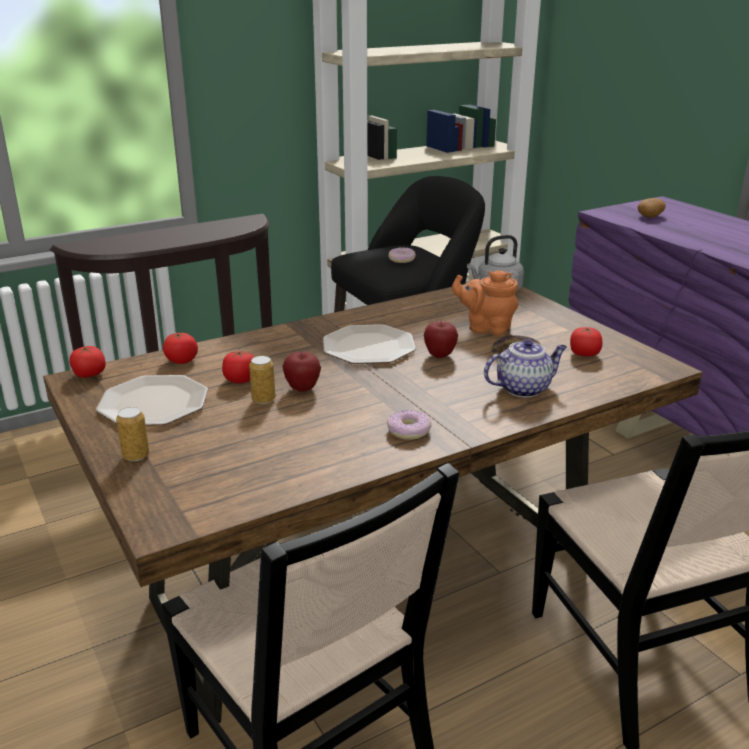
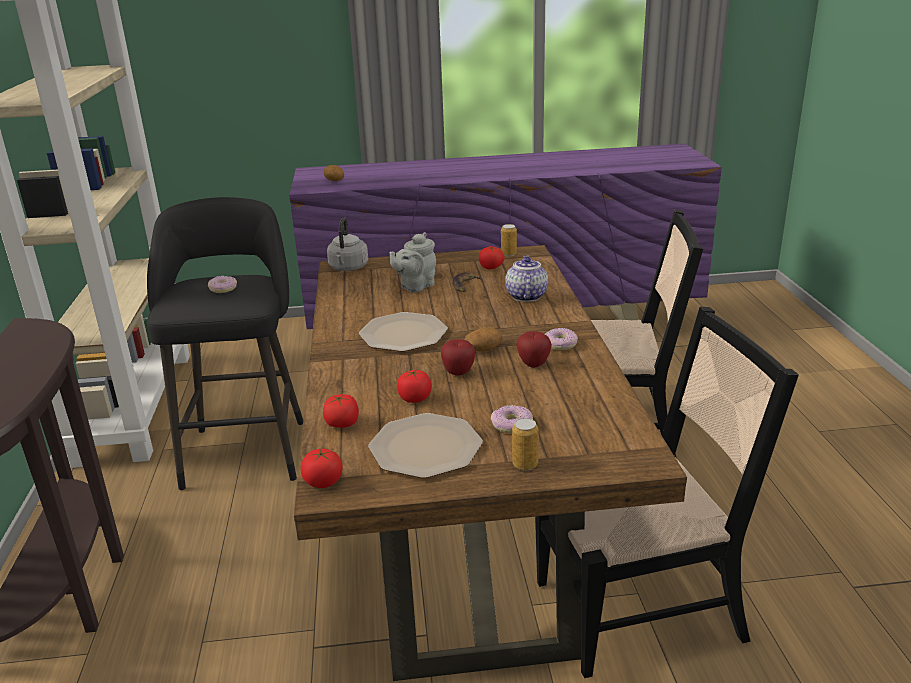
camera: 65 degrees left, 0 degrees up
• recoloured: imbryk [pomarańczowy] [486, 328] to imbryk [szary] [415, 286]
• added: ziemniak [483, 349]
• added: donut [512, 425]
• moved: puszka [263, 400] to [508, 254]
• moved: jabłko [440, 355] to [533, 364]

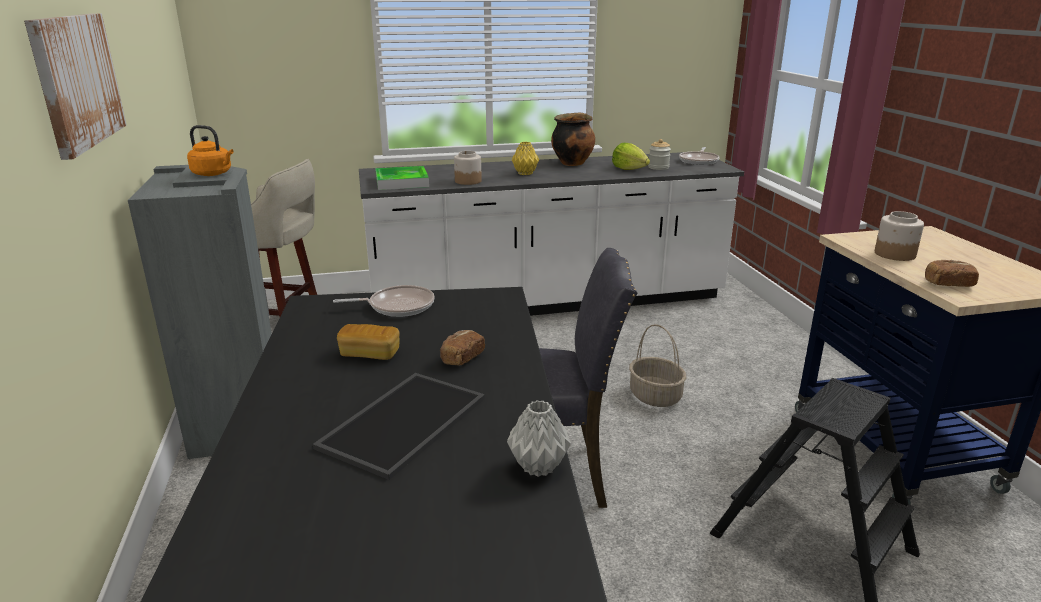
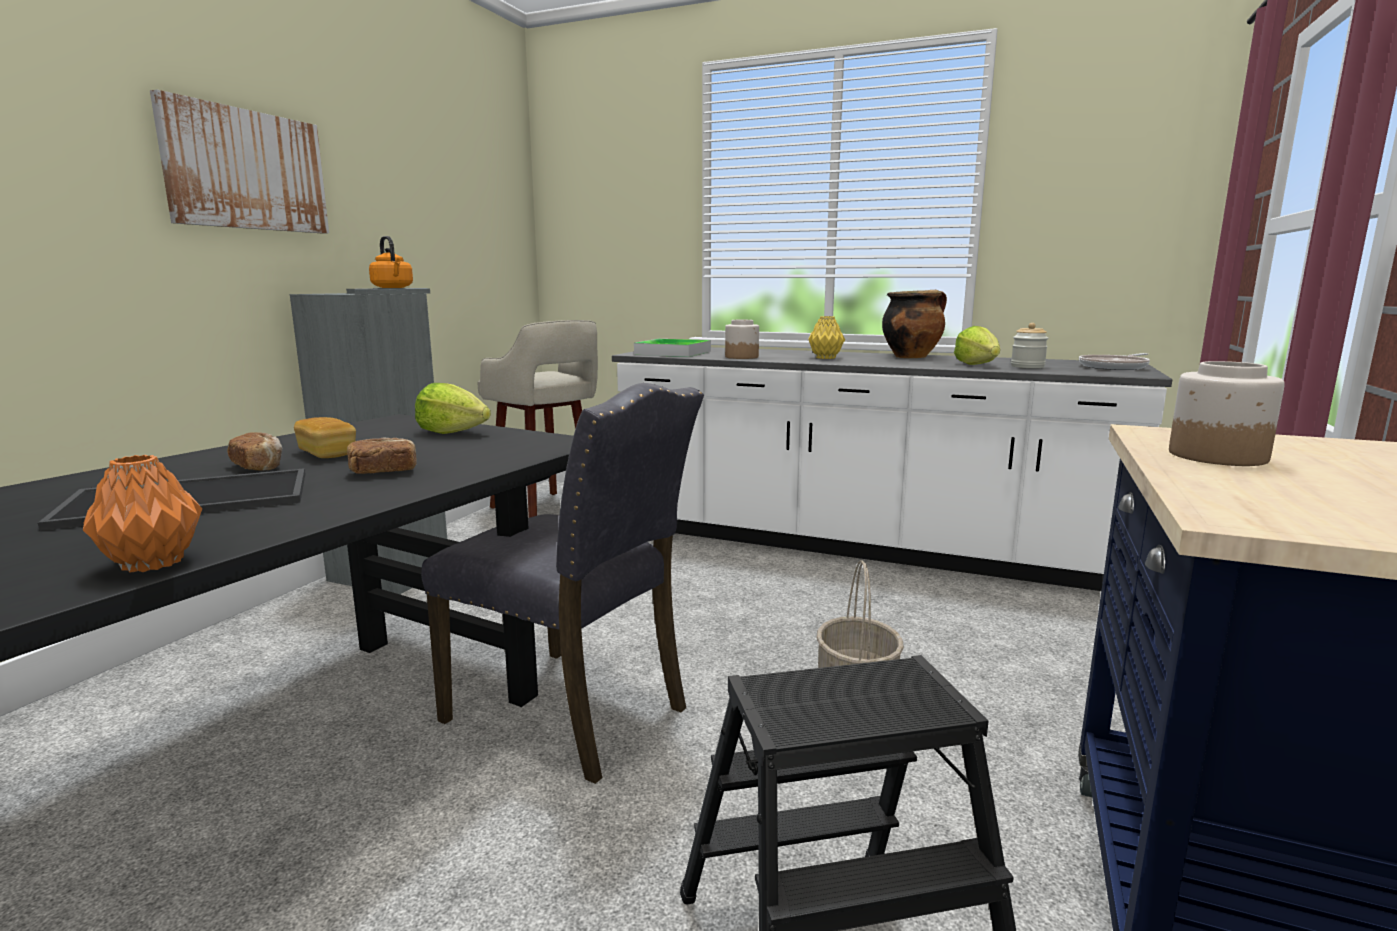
camera: 35 degrees right, 10 degrees down
• recoloured: wazon [szary] [539, 466] to wazon [pomarańczowy] [154, 564]
• moved: chleb [948, 284] to [259, 467]
• replaced: patelnia [397, 306] to sałata [452, 432]

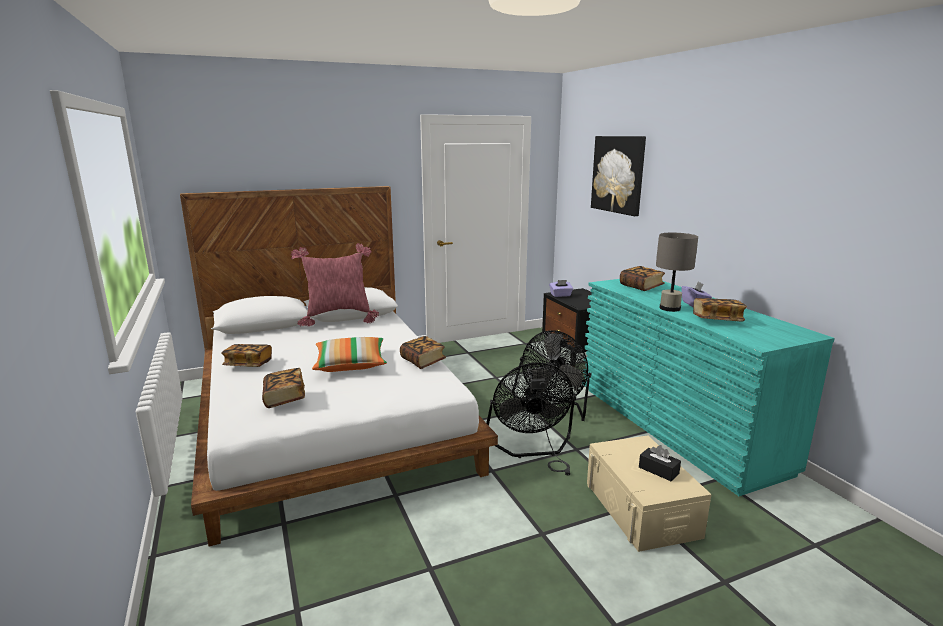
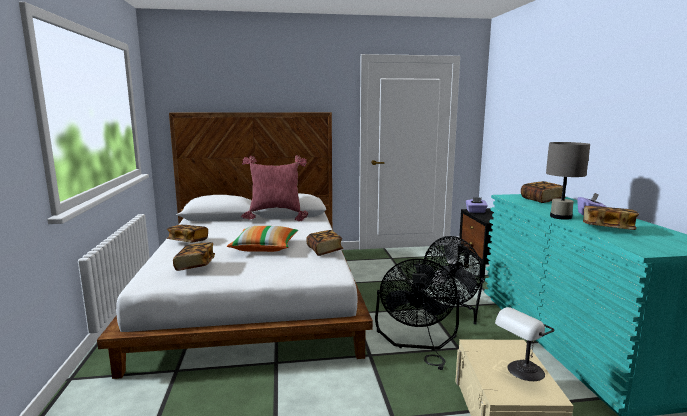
camera: 15 degrees right, 5 degrees down
• replaced: pudełko chusteczek [czarny] [658, 470] to lampa stołowa [521, 373]
• removed: obraz [618, 174]

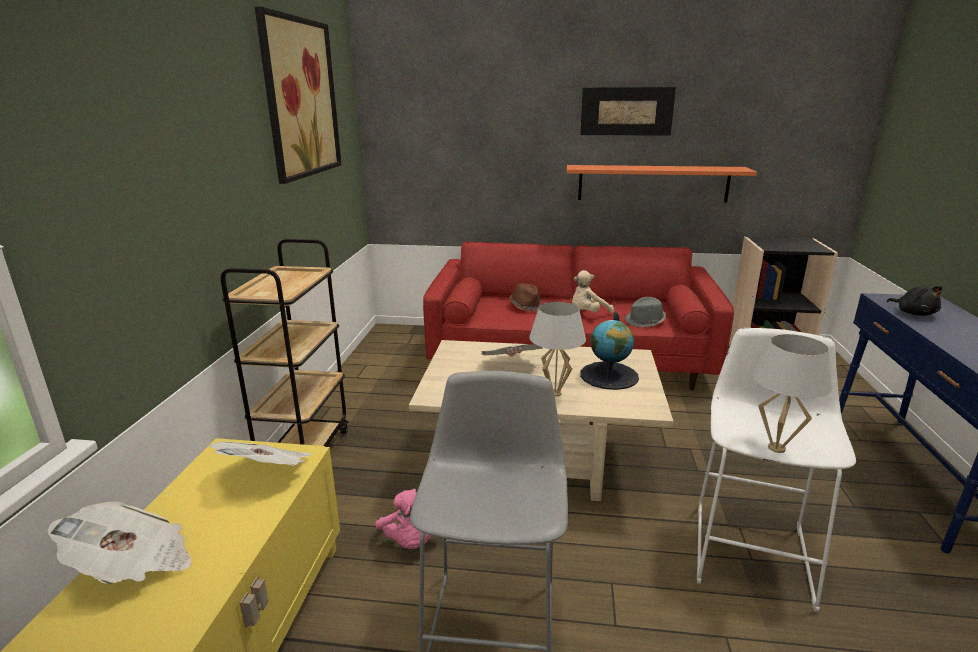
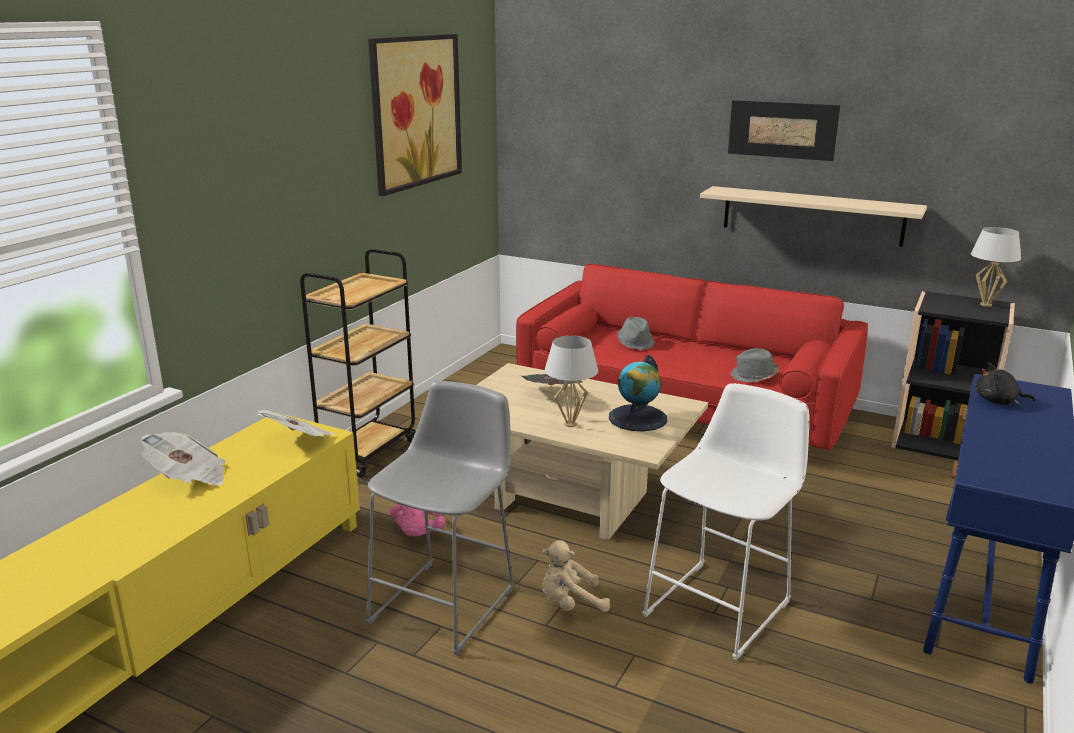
camera: 20 degrees right, 0 degrees up
• moved: pluszak [beżowy] [588, 314] to [570, 603]
• recoloured: kapelusz [brązowy] [526, 306] to kapelusz [szary] [635, 342]
• recoloured: półka [pomarańczowy] [653, 183] to półka [beżowy] [812, 215]
• moved: lampa stołowa [biały] [776, 448] to [985, 304]
• turned: pluszak [czarny] [914, 313] = [998, 401] 105 degrees clockwise

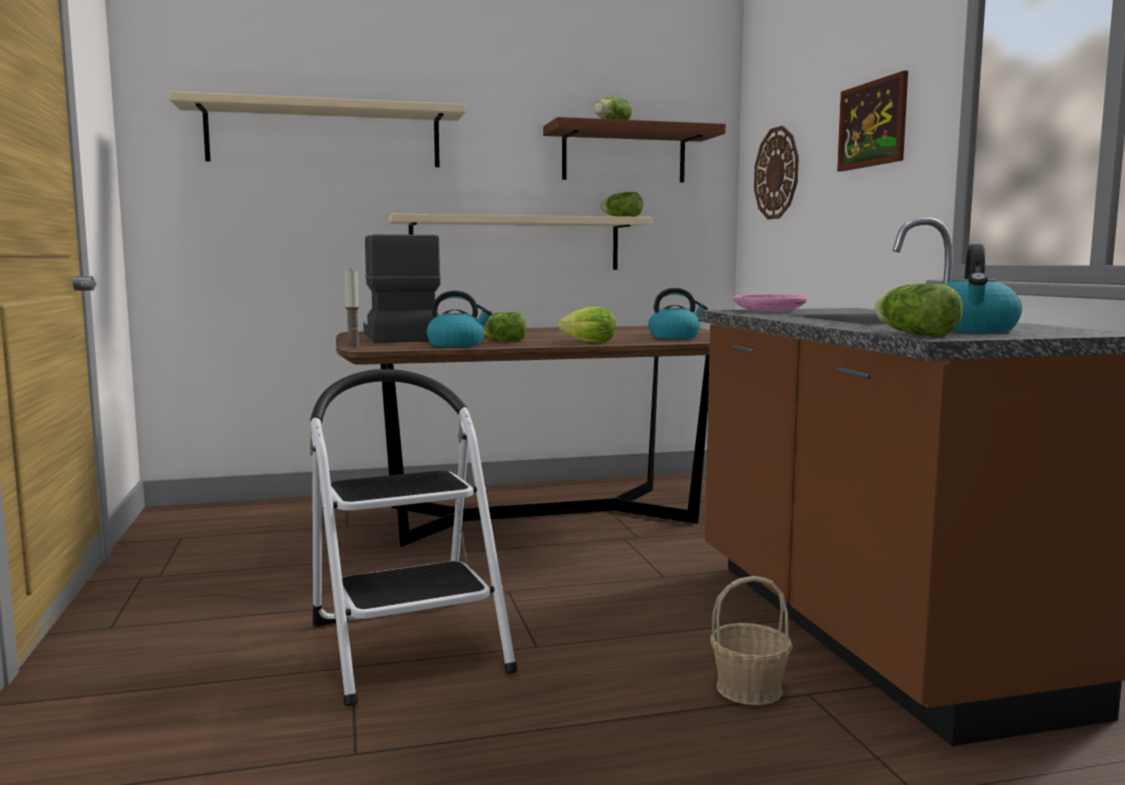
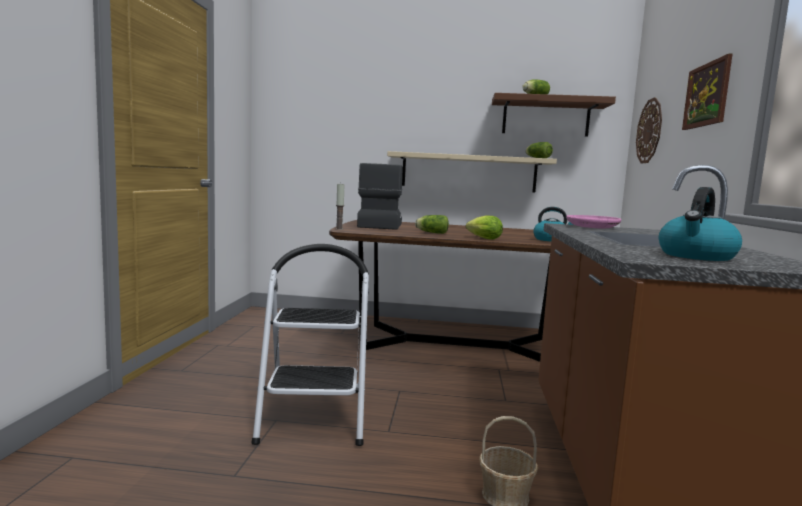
camera: 20 degrees right, 0 degrees up
• removed: półka [beżowy] [325, 136]
• removed: czajnik [457, 345]
• removed: sałata [912, 334]

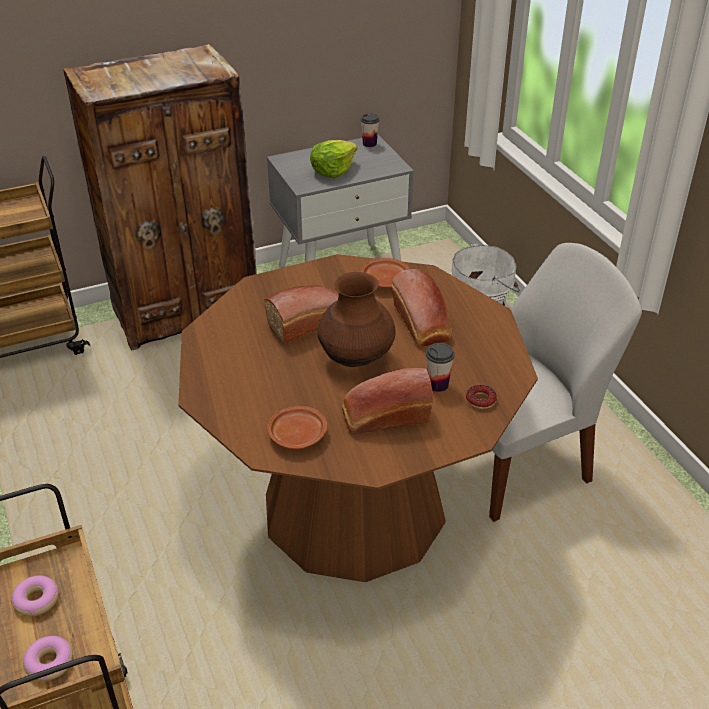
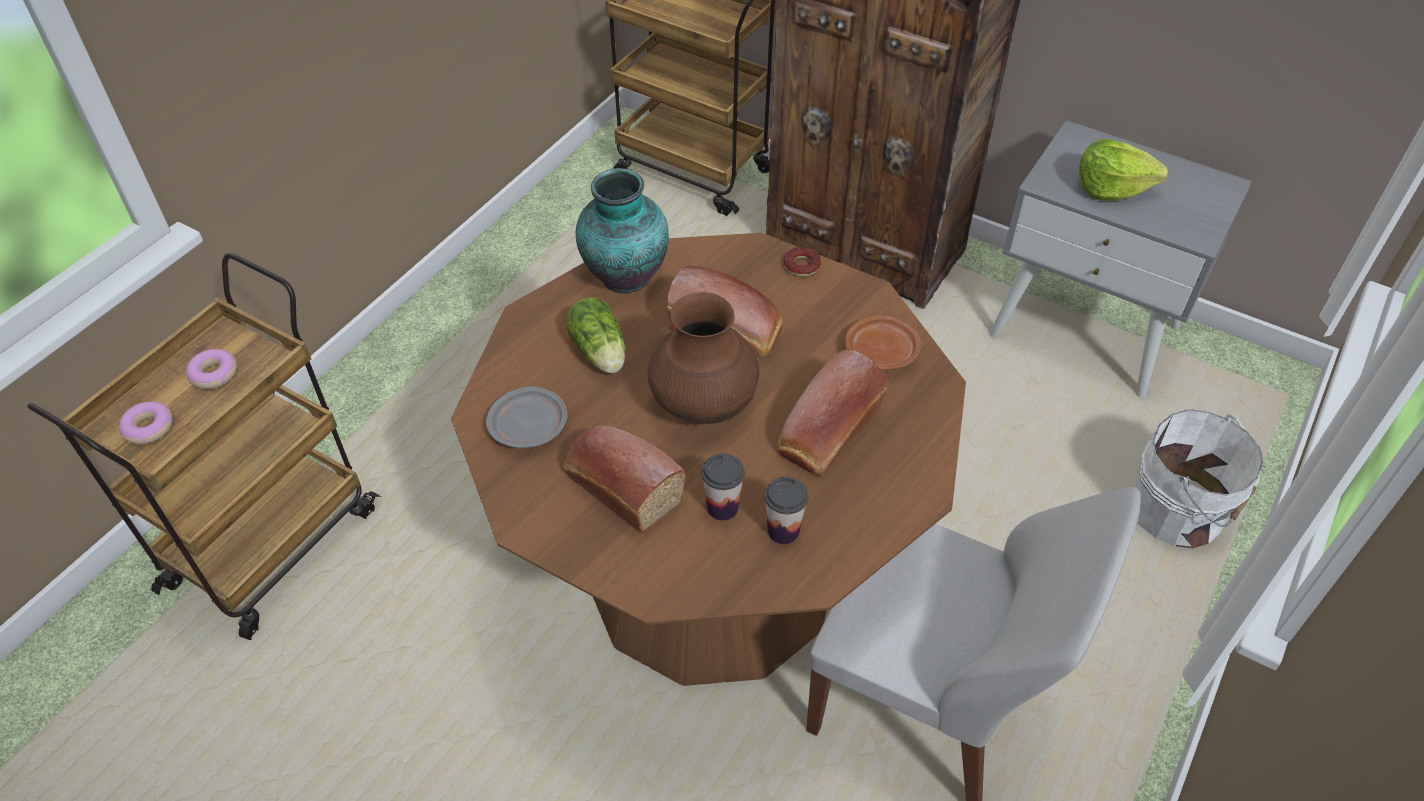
camera: 55 degrees right, 10 degrees up
• recoloured: talerz [brązowy] [297, 435] to talerz [szary] [529, 426]
• added: sałata [600, 354]
• added: wazon [624, 278]
• moved: filiżanka [369, 144] to [783, 531]
• moved: donut [480, 400] to [801, 266]

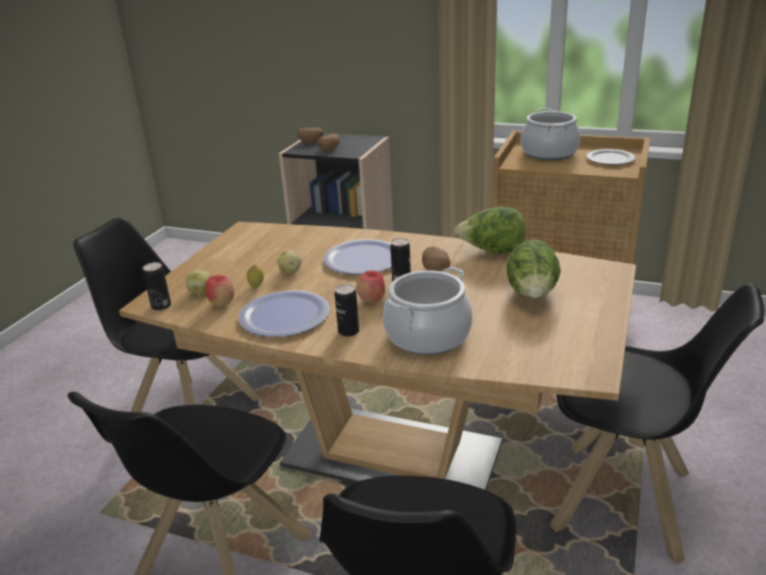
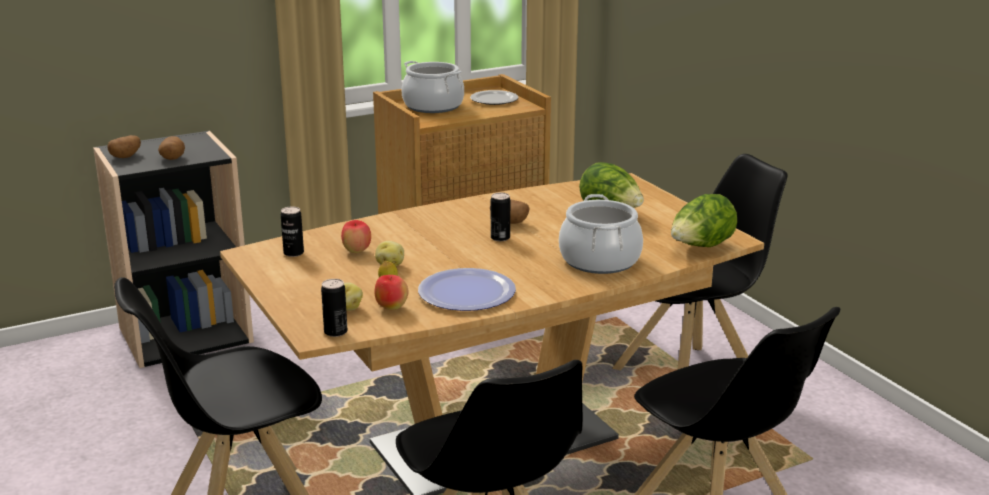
camera: 50 degrees left, 5 degrees down
• moved: puszka [348, 331] to [293, 253]
• moved: jabłko [372, 301] to [356, 251]
• moved: sałata [492, 252] to [701, 247]
• removed: talerz [362, 259]

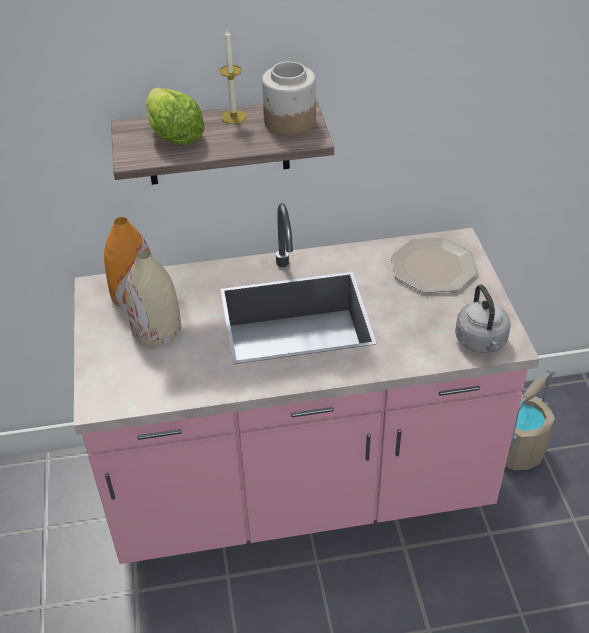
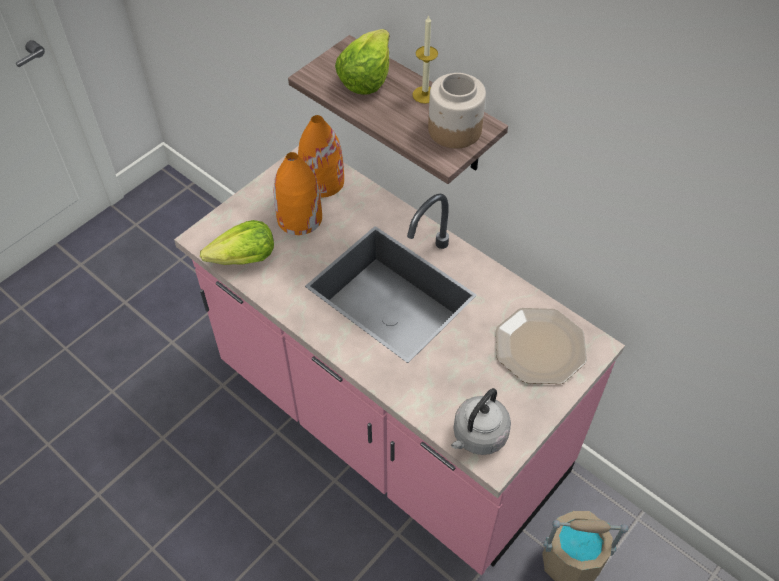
camera: 50 degrees right, 10 degrees up
• added: sałata [244, 259]
• recoloured: wazon [beżowy] [156, 328] to wazon [pomarańczowy] [299, 218]

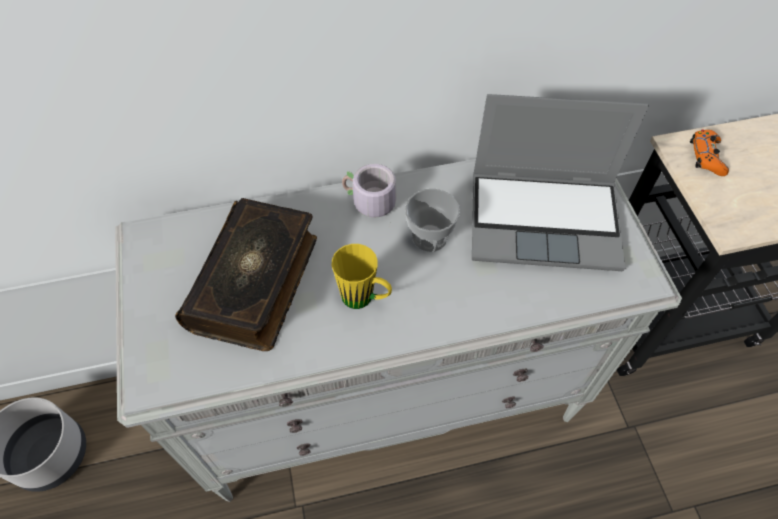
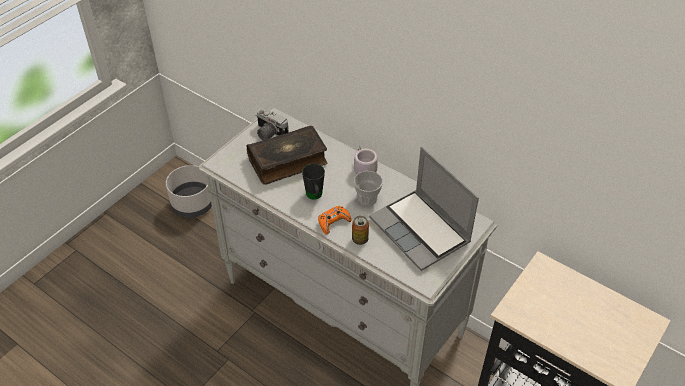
camera: 50 degrees right, 10 degrees down
• added: aparat fotograficzny [268, 134]
• recoloured: kubek [żółty] [364, 299] to kubek [czarny] [315, 197]
• moved: pad do gier [pomarańczowy] [706, 157] to [333, 222]
• added: puszka [360, 239]

